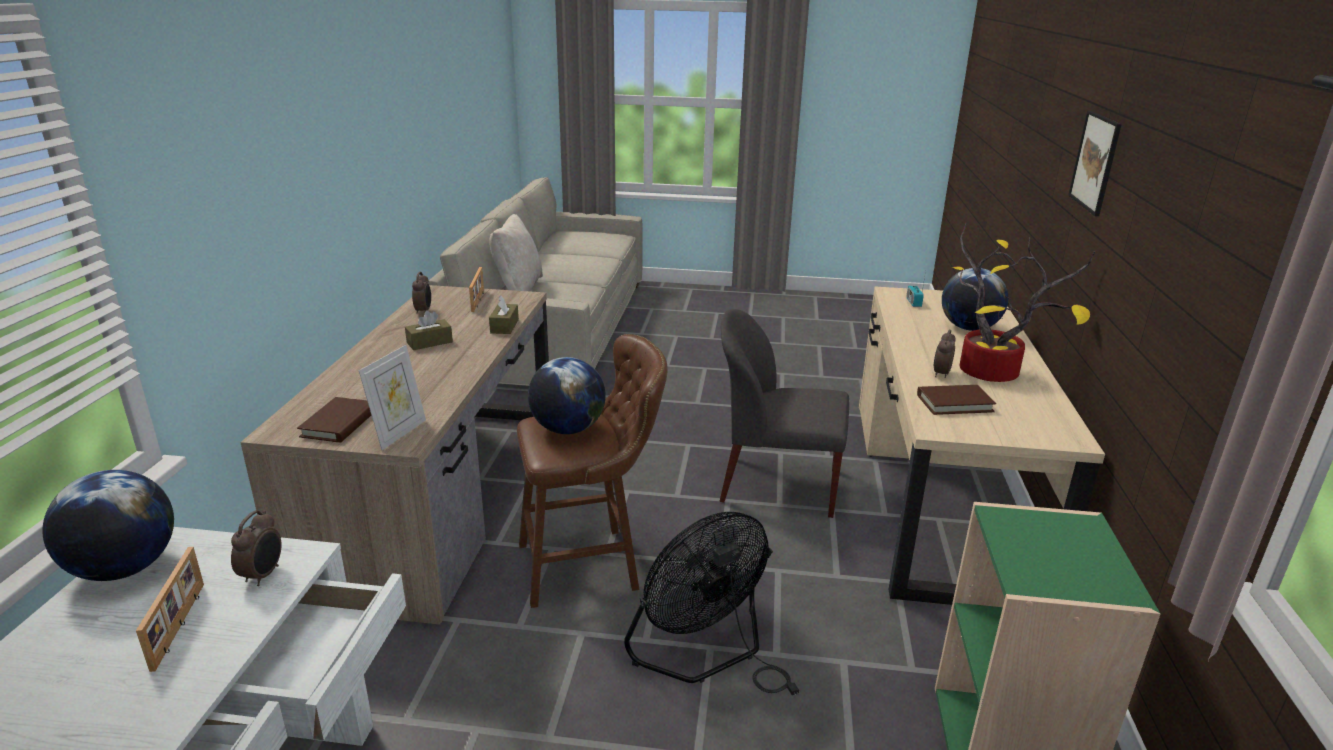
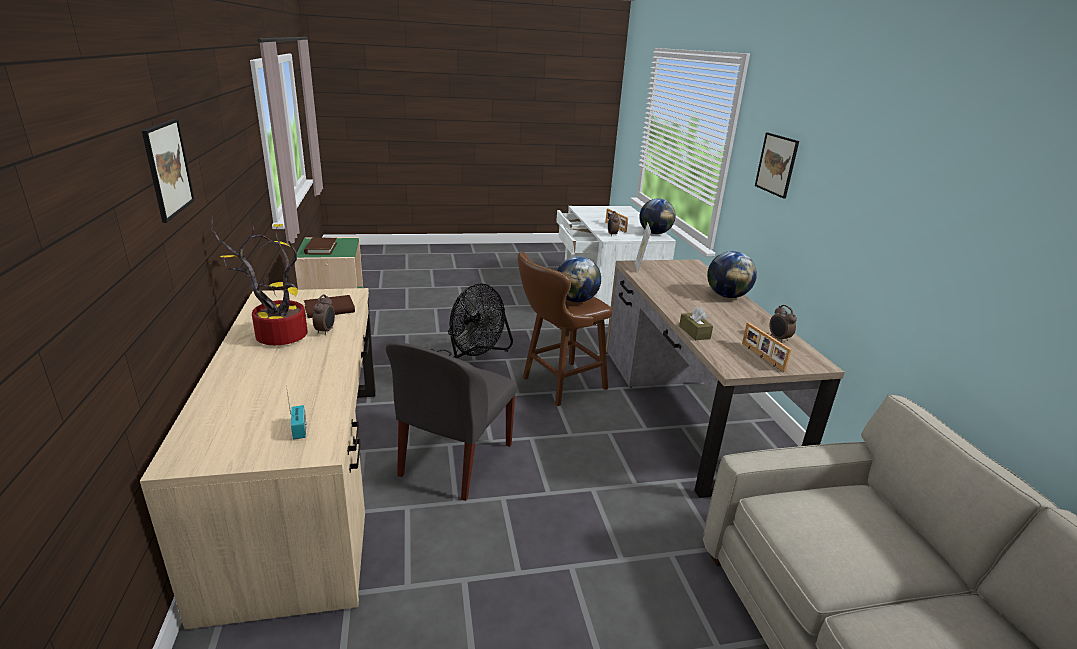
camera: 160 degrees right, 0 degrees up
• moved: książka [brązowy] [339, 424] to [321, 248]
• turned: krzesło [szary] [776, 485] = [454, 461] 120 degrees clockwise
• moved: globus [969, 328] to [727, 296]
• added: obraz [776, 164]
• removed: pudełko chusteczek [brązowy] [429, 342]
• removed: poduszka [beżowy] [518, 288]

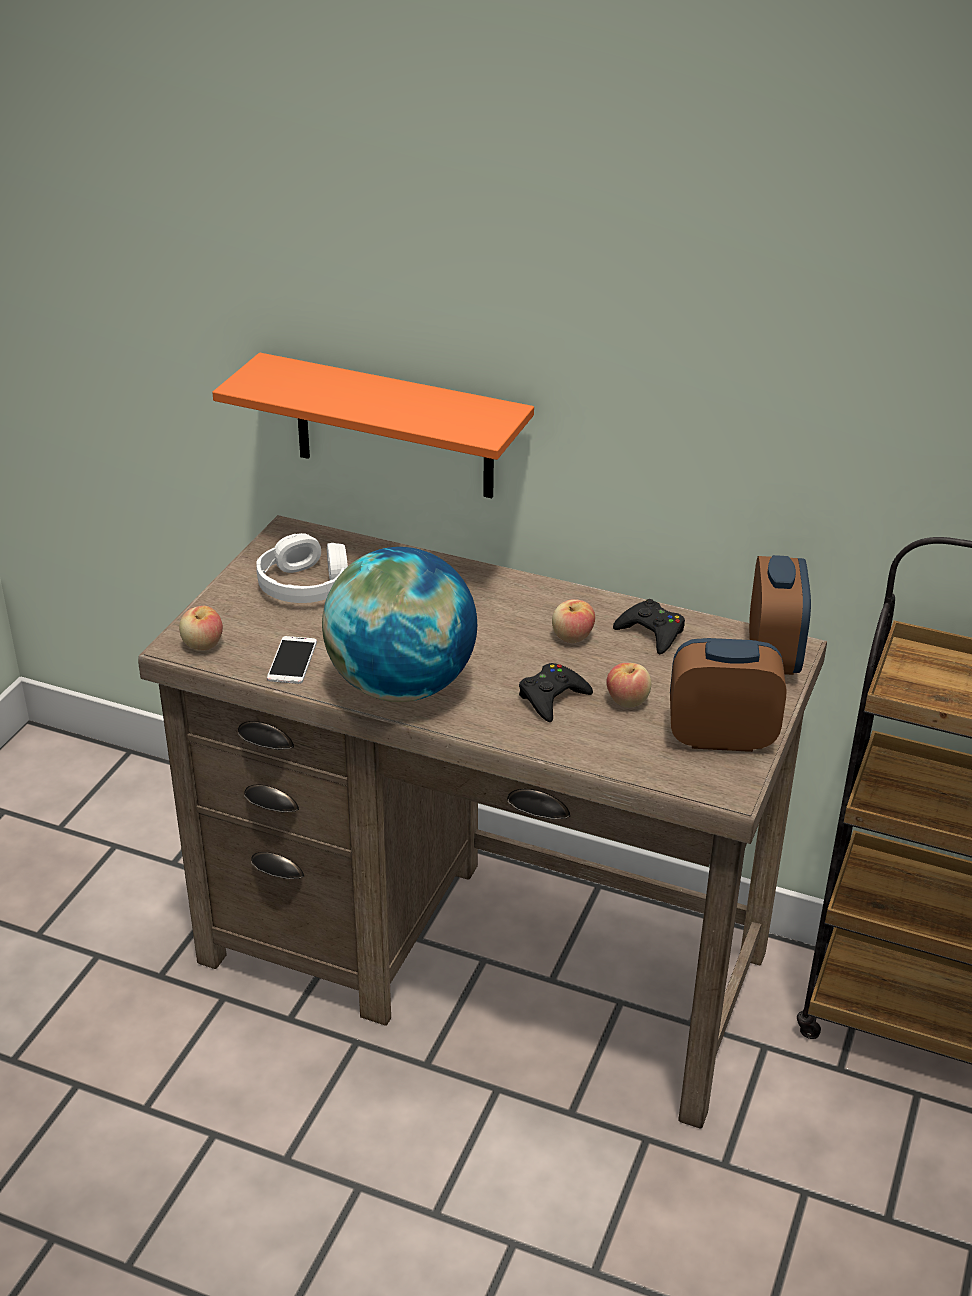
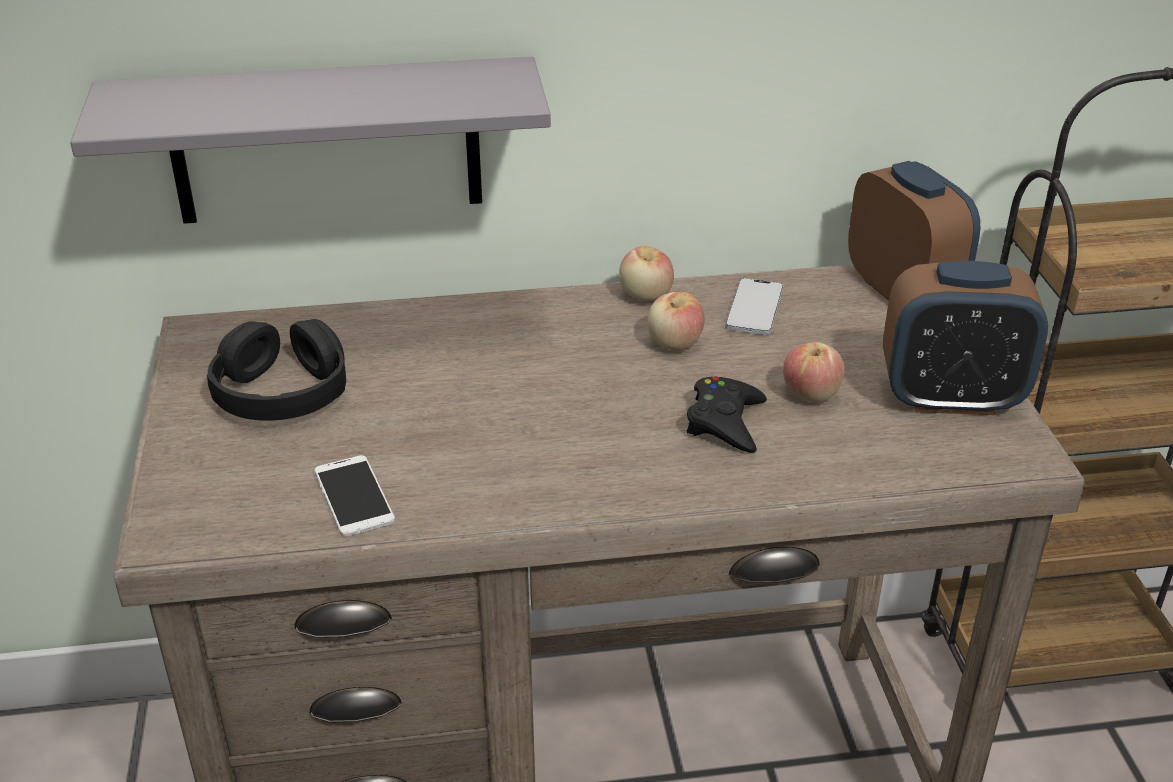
camera: 30 degrees left, 0 degrees up
• recoloured: półka [pomarańczowy] [394, 427] to półka [szary] [326, 141]
• recoloured: słuchawki [biały] [305, 585] to słuchawki [czarny] [282, 391]
• moved: jabłko [202, 644] to [645, 296]
• replaced: pad do gier [czarny] [651, 632] to telefon [754, 308]
• turned: budzik [721, 737] = [951, 398] 150 degrees counterclockwise
• removed: globus [402, 686]

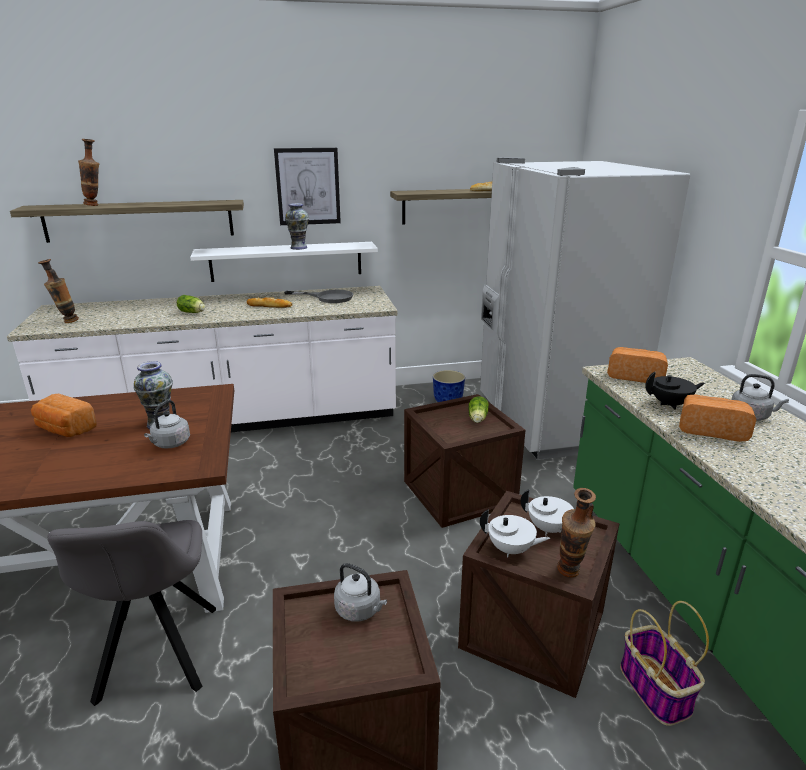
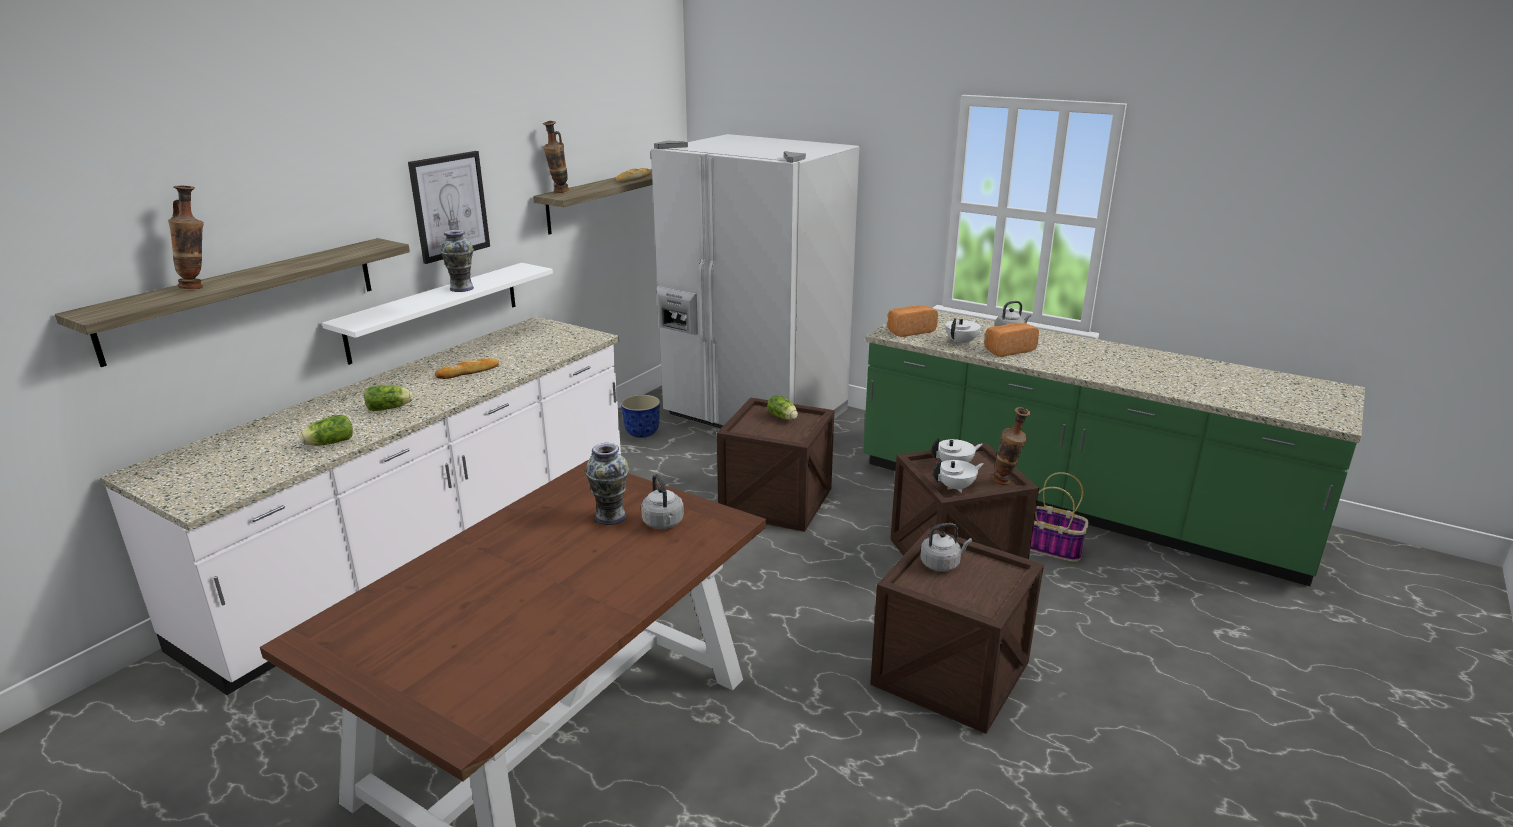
camera: 45 degrees left, 0 degrees up
• added: sałata [328, 443]
• moved: wazon [66, 322] to [559, 192]
• recoloured: imbryk [czarny] [670, 404] to imbryk [biały] [961, 342]
• removed: chleb [65, 429]
• removed: krzesło [szary] [157, 653]
• removed: patelnia [szary] [328, 297]

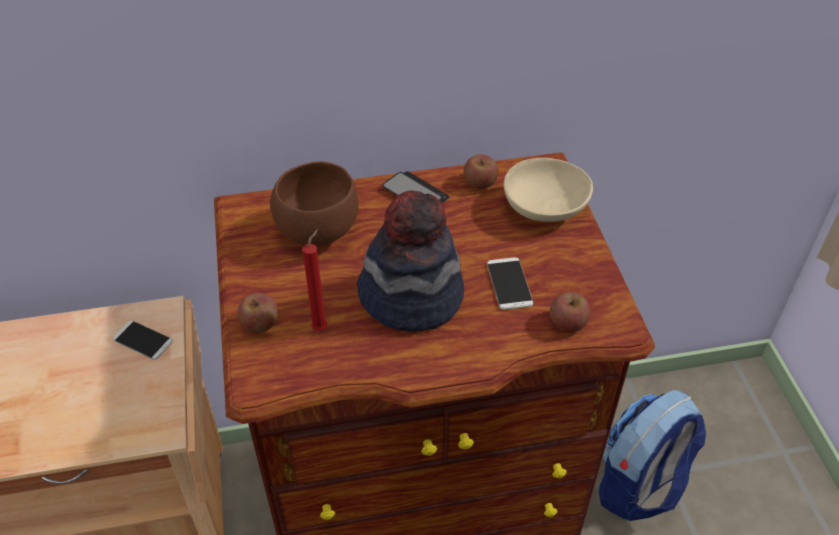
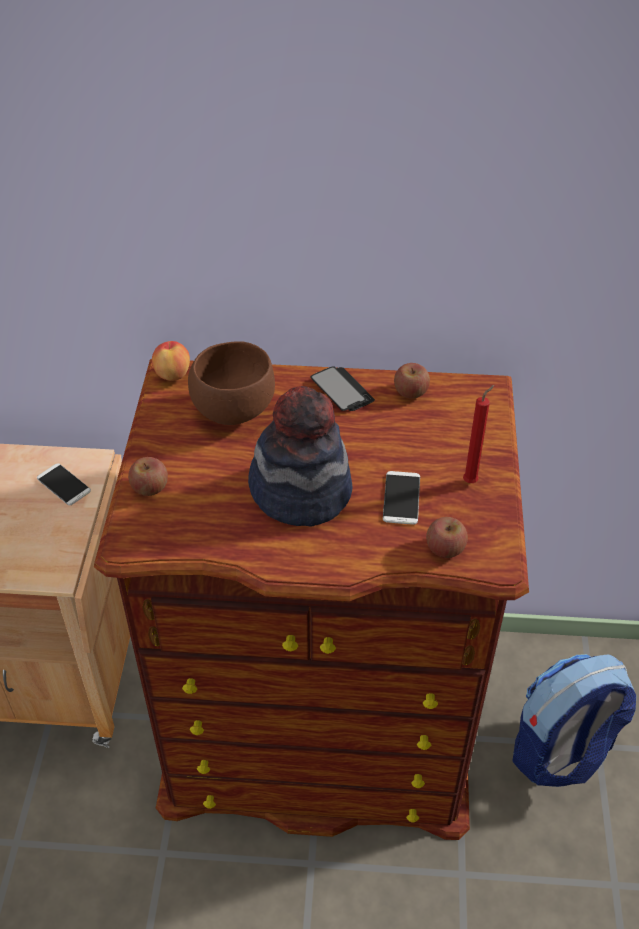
camera: 15 degrees right, 0 degrees up
• added: jabłko [172, 374]
• moved: świeca [czerwony] [321, 327] to [472, 481]
• removed: miska [beżowy] [544, 207]

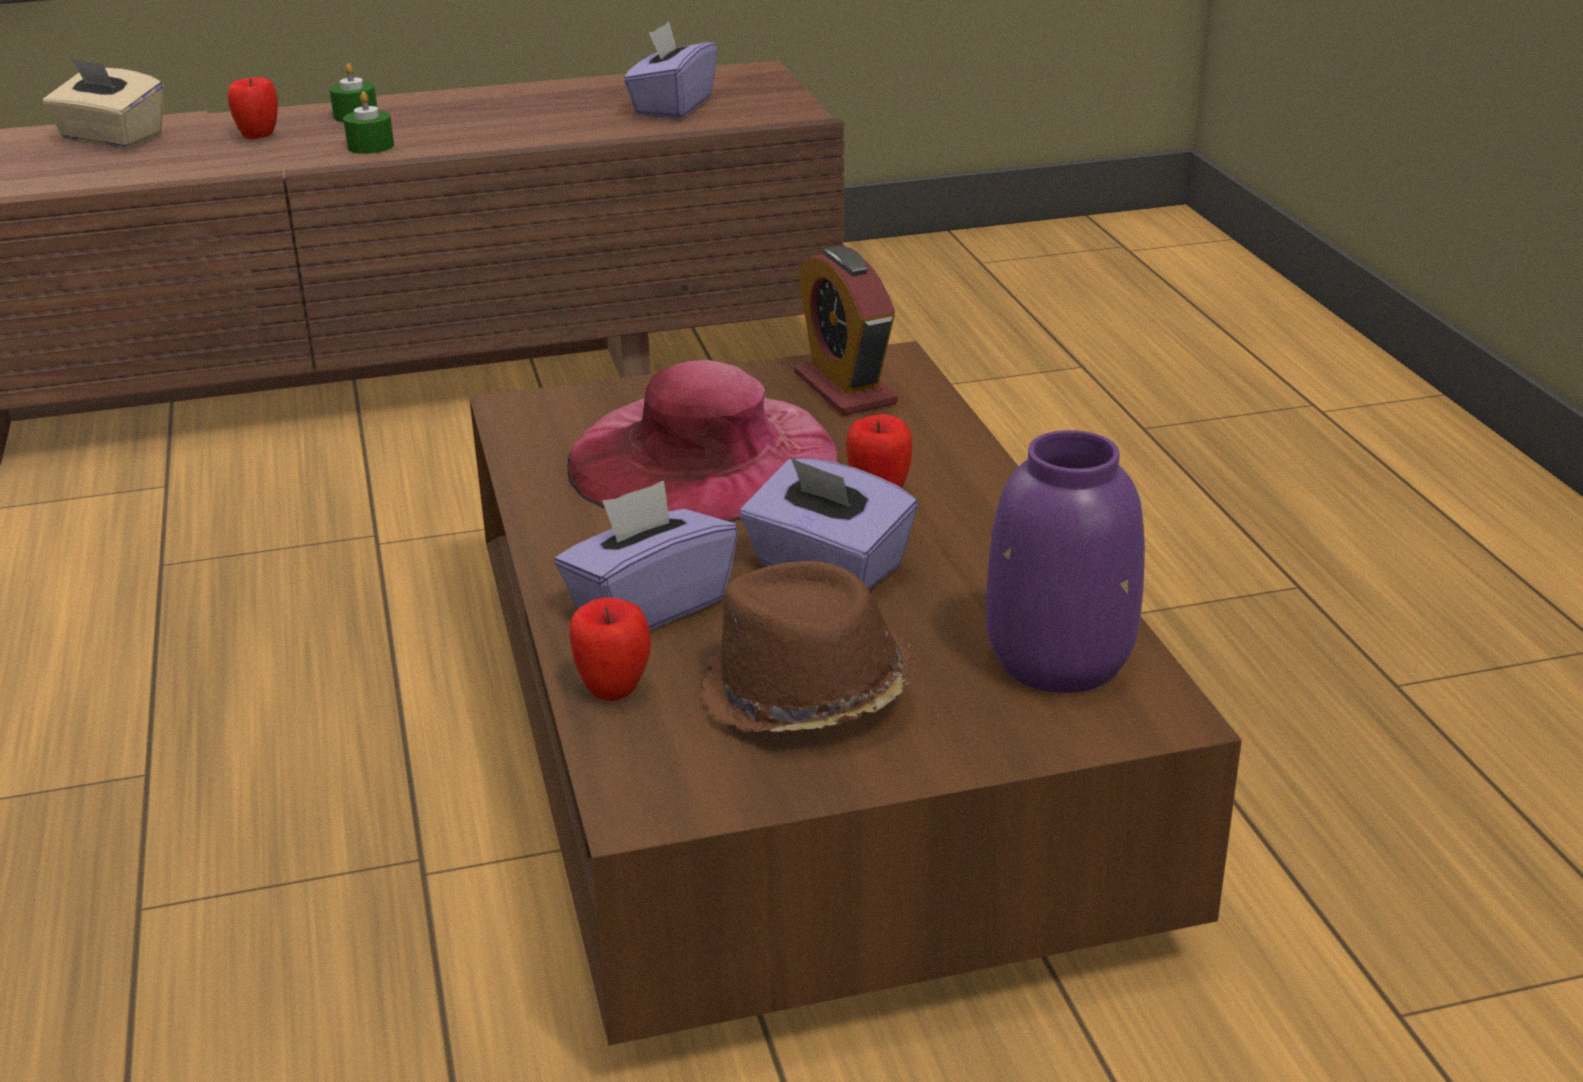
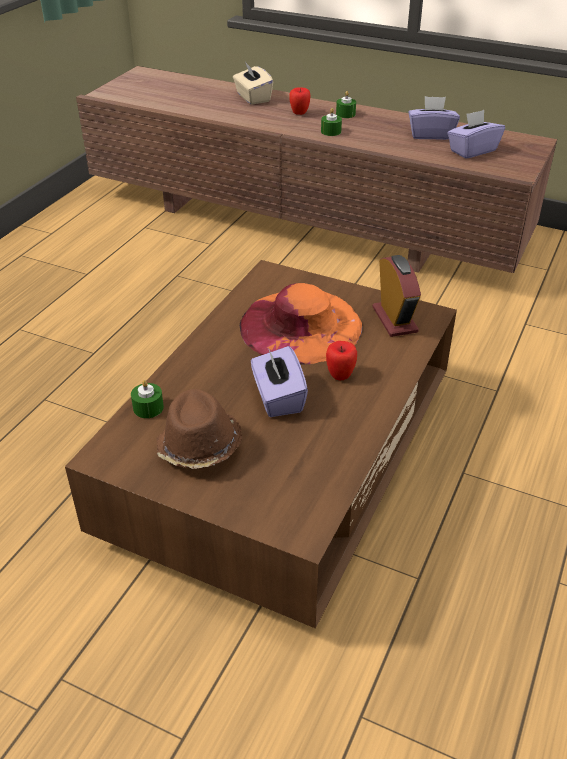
camera: 40 degrees right, 10 degrees up
• replaced: jabłko [613, 690] to świeca [zielony] [148, 408]
• recoloured: kapelusz [różowy] [702, 457] to kapelusz [pomarańczowy] [301, 326]
• turned: budzik [845, 389] = [394, 320] 150 degrees clockwise
• moved: pudełko chusteczek [fioletowy] [649, 606] to [431, 135]
• removed: wazon [fioletowy] [1059, 662]

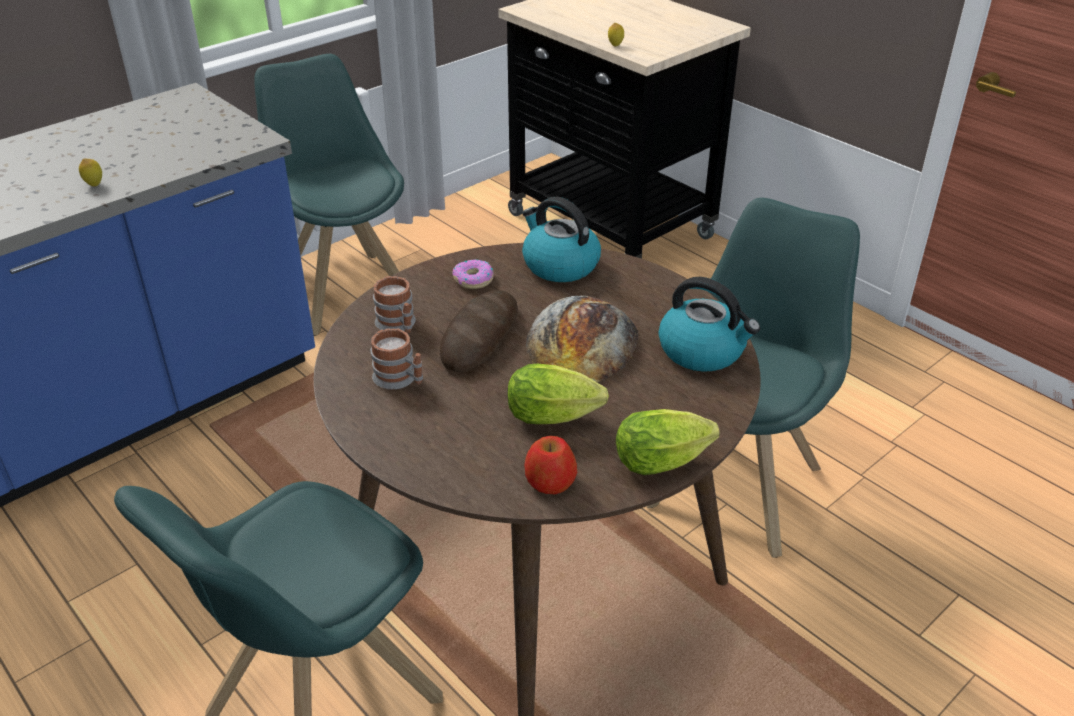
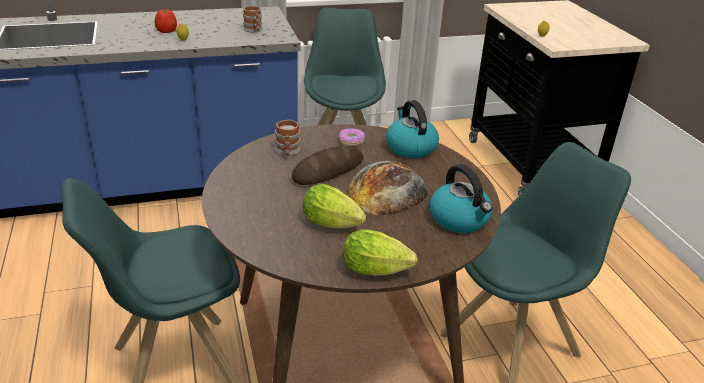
camera: 25 degrees right, 5 degrees down
• moved: jabłko [550, 481] to [166, 30]
• moved: kubek [400, 379] to [254, 30]

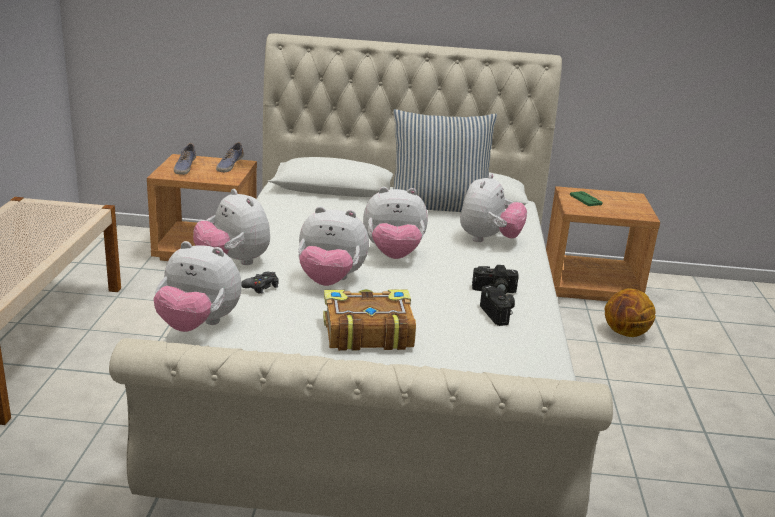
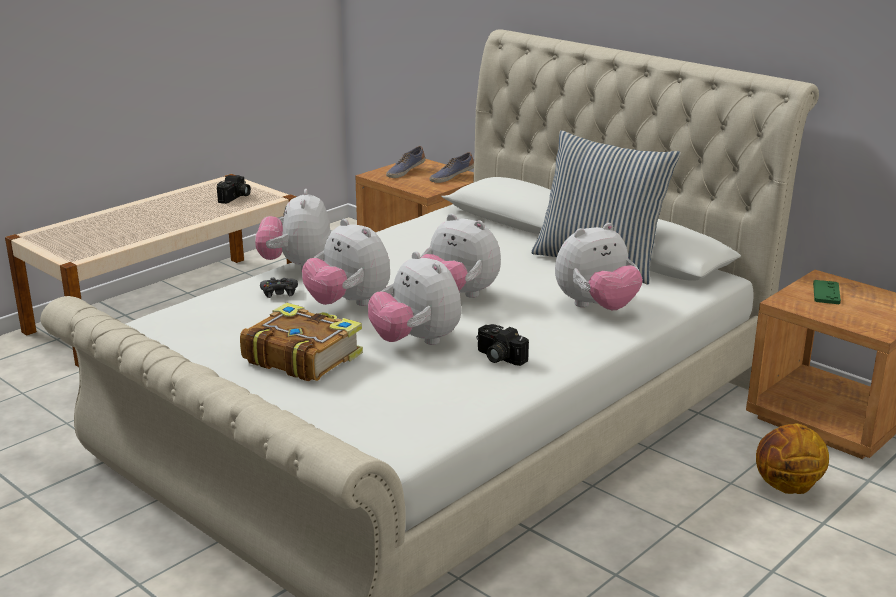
camera: 40 degrees right, 0 degrees up
• moved: aparat fotograficzny [499, 313] to [235, 197]
• moved: pluszak [198, 325] to [416, 341]

